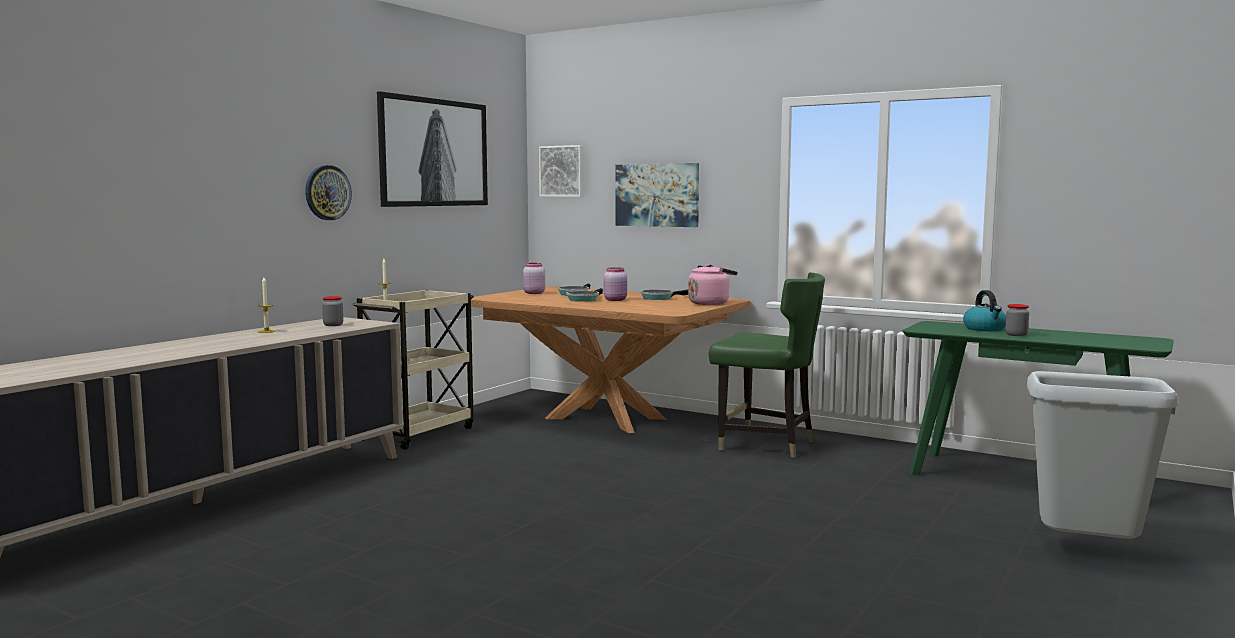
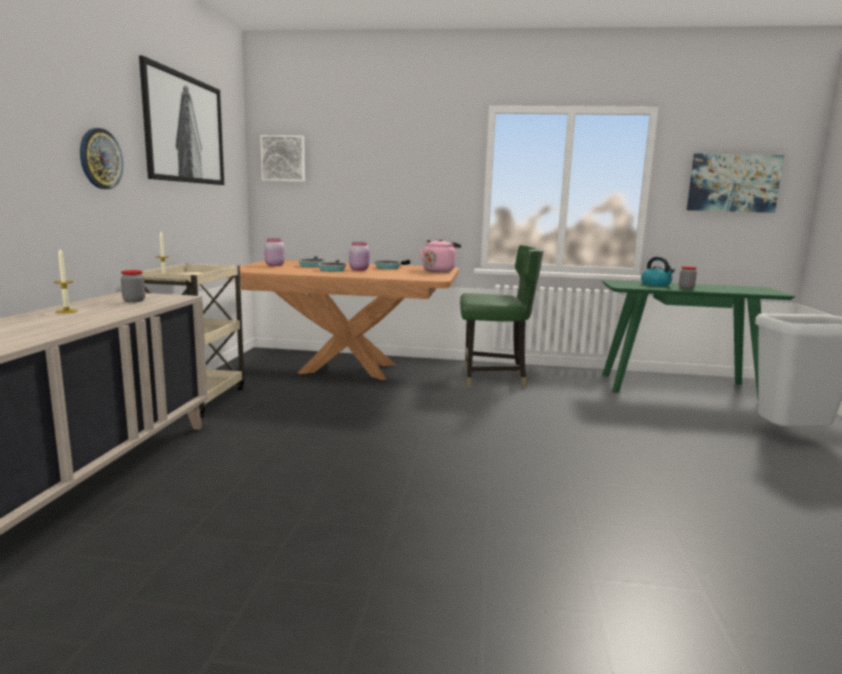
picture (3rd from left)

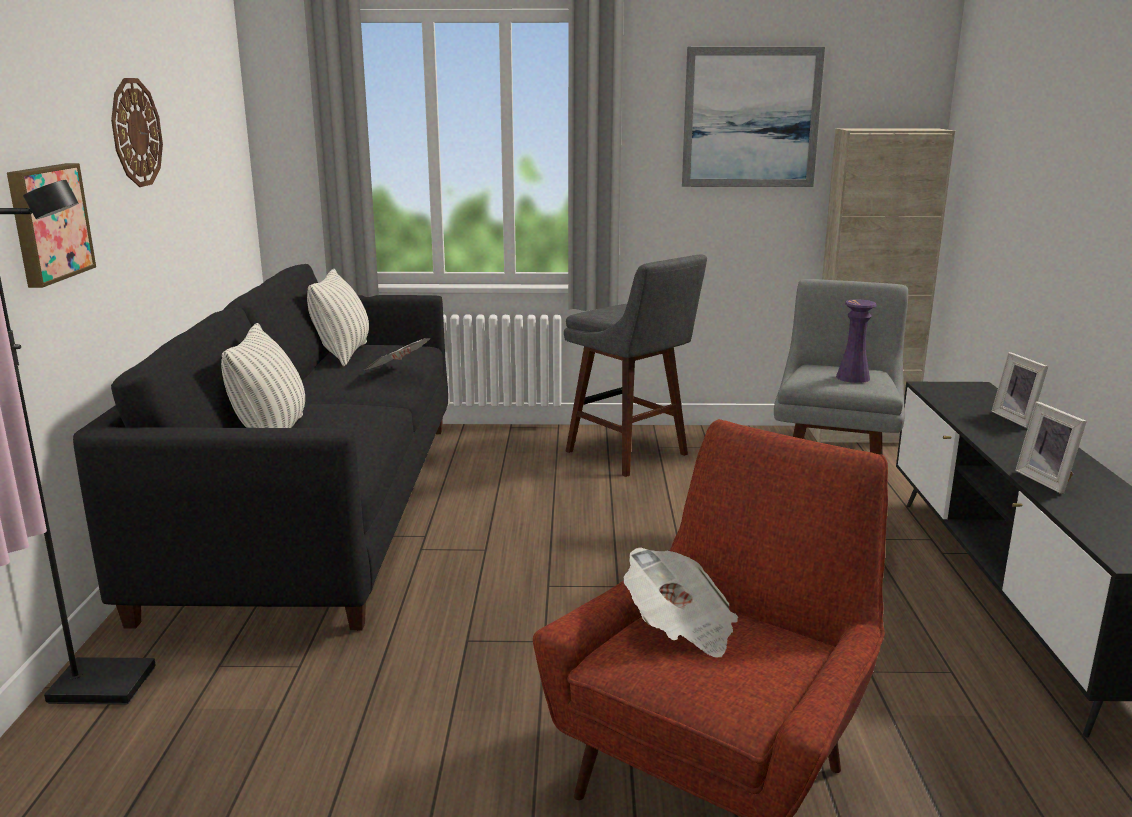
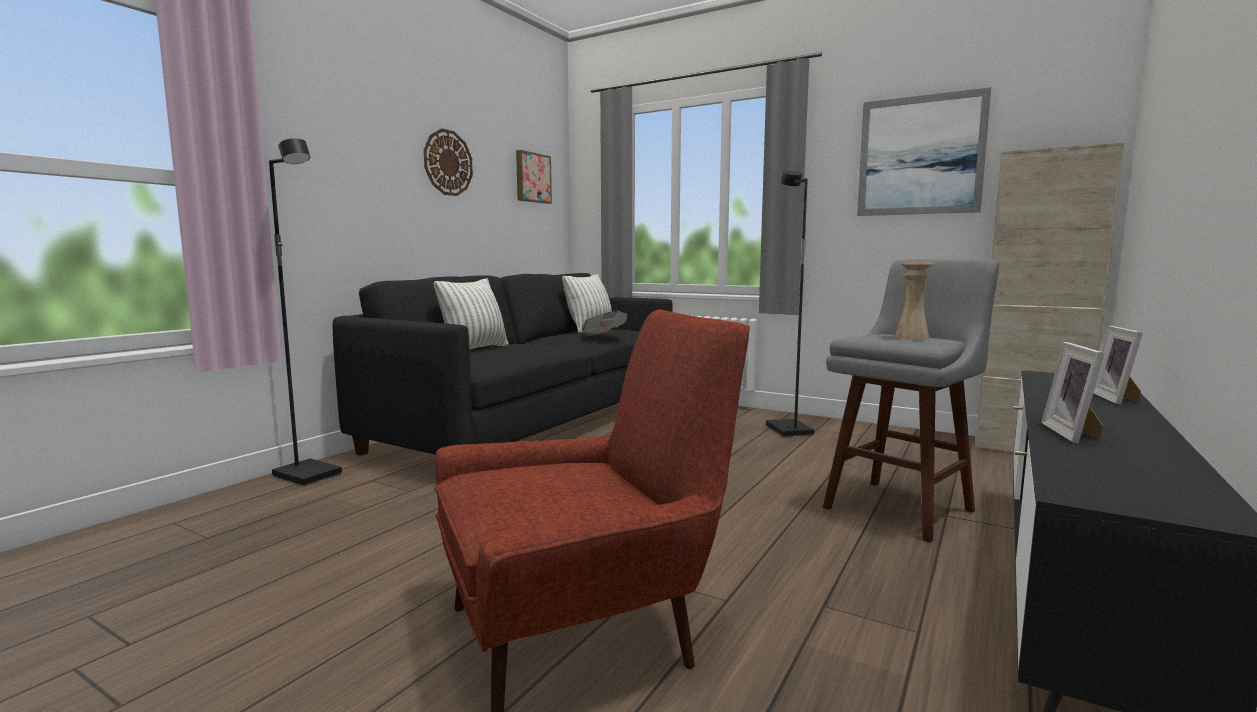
picture (1st from left)
floor lamp in black (2nd from left)
vase in beige
newspaper (2nd from left in the first image)

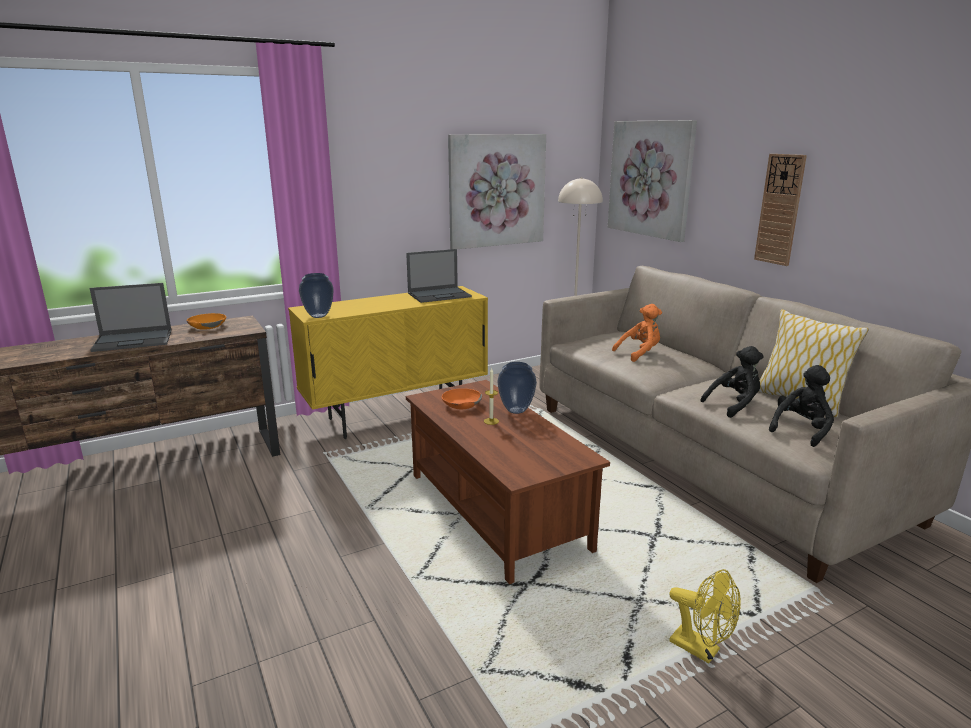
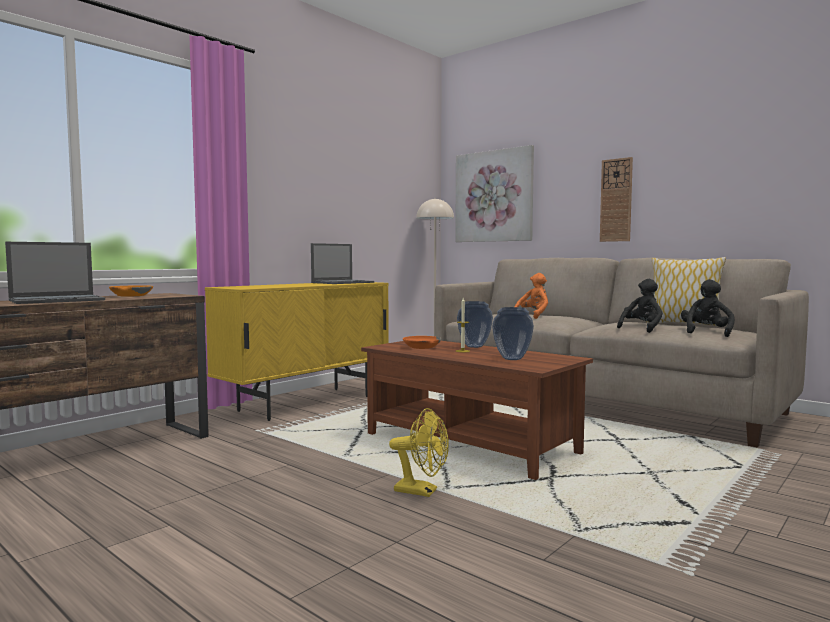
picture (1st from left in the first image)
vase (2nd from left)
fan in yellow

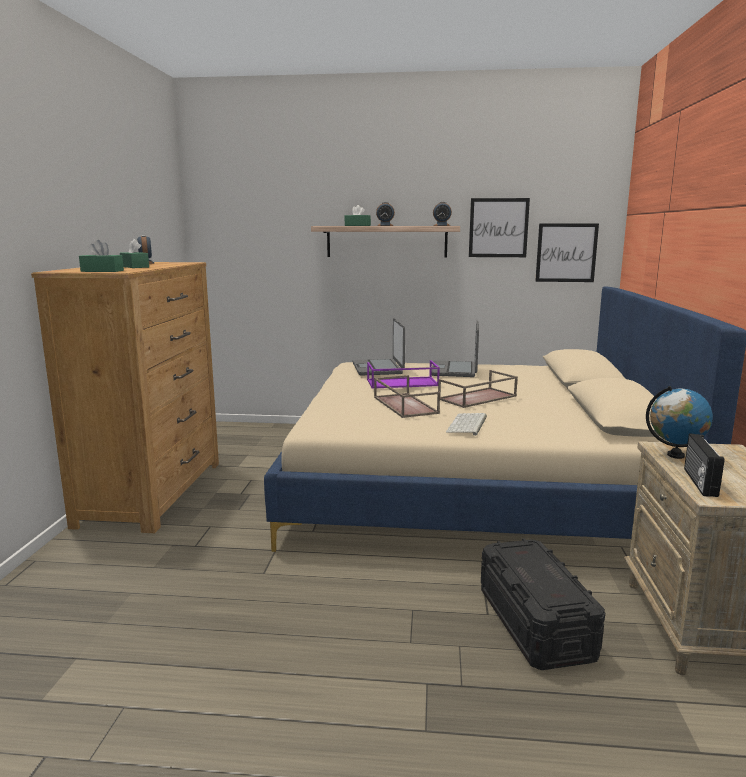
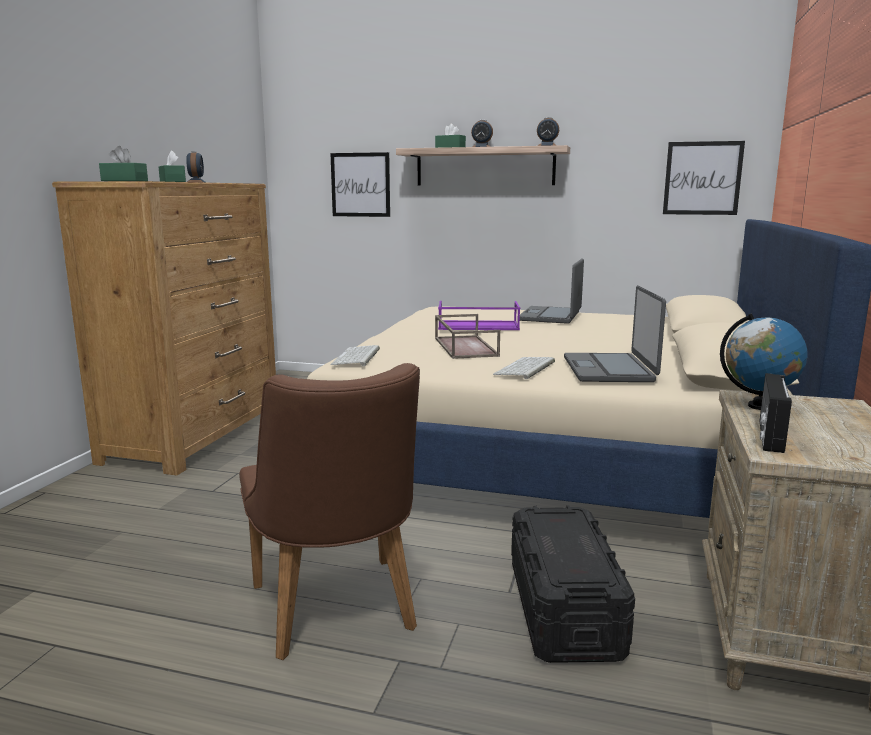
picture (1st from left)
laptop (2nd from left)
tray in brown (2nd from left in the first image)
keyboard (1st from left)
chair in brown

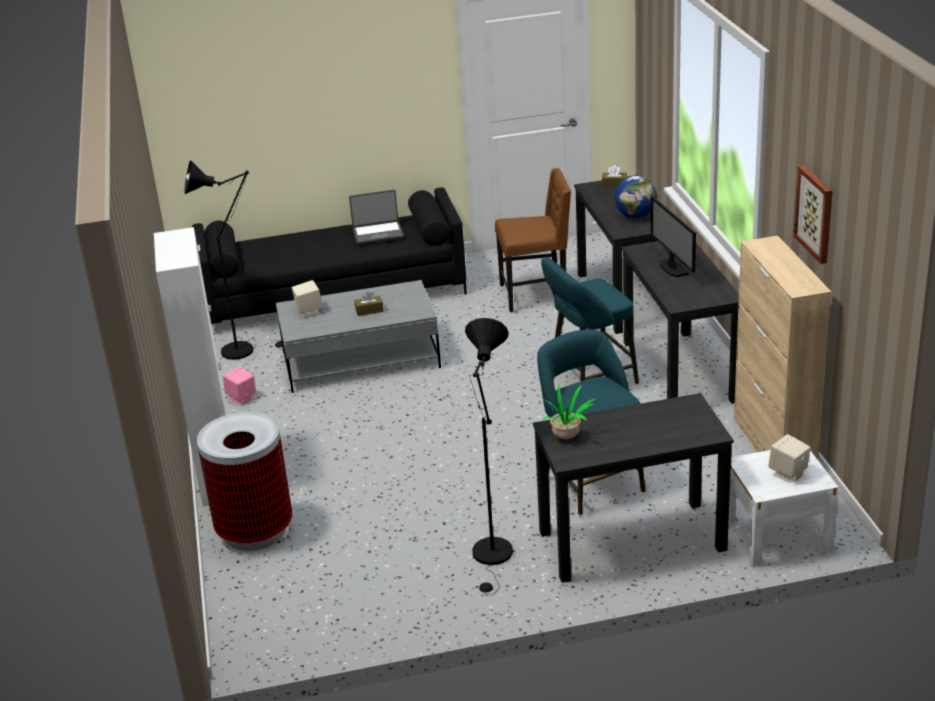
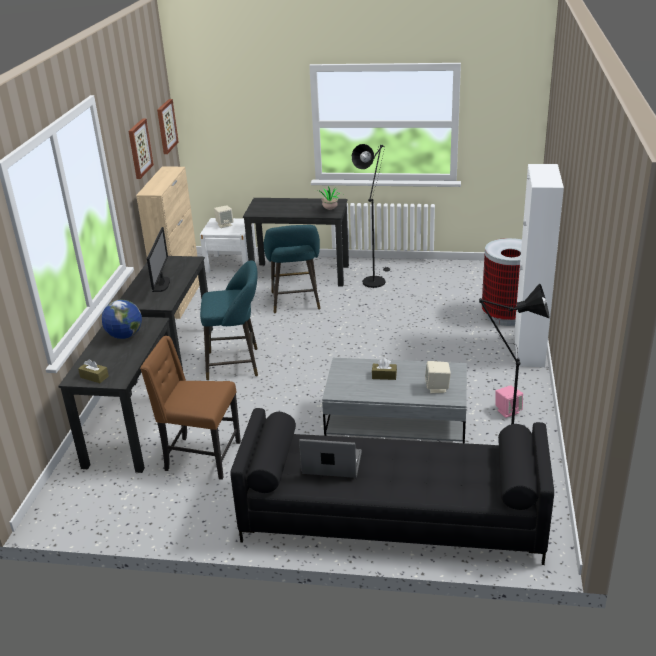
picture (2nd from left)

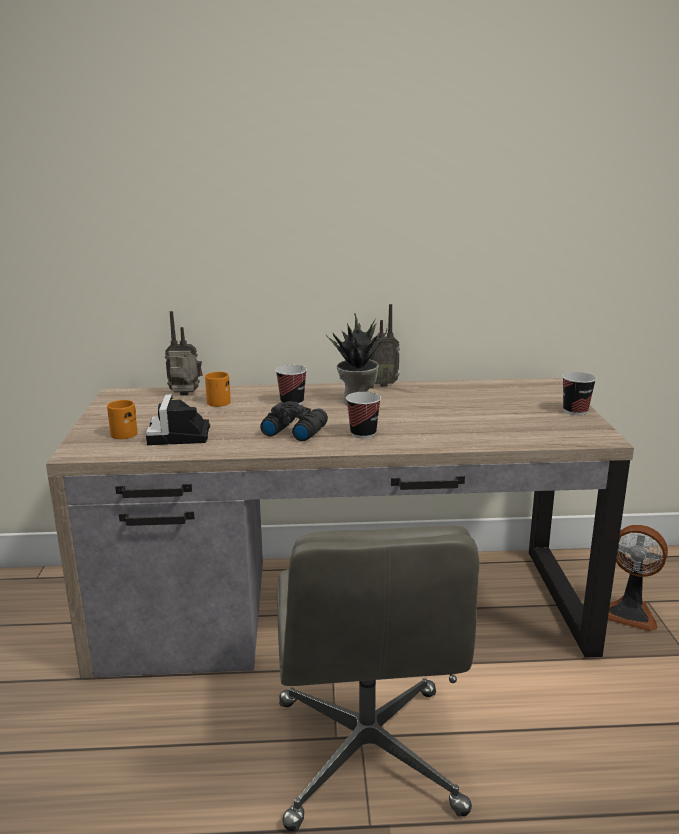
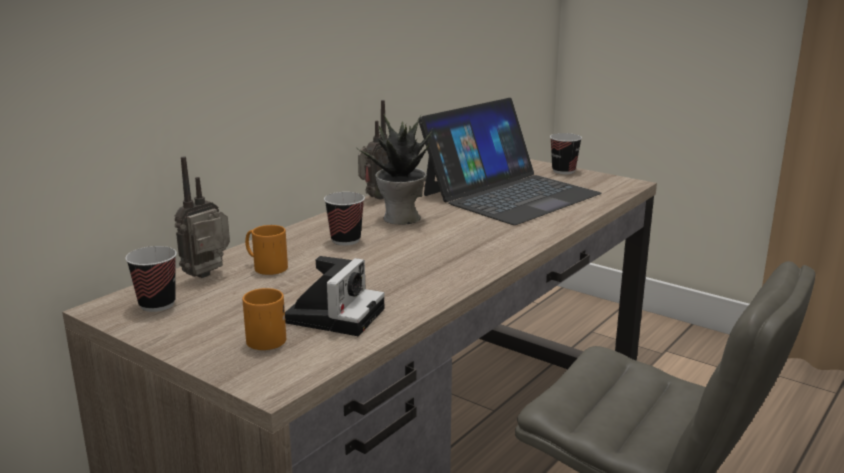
cup (1st from left)
photo camera
binoculars in black
fan
laptop

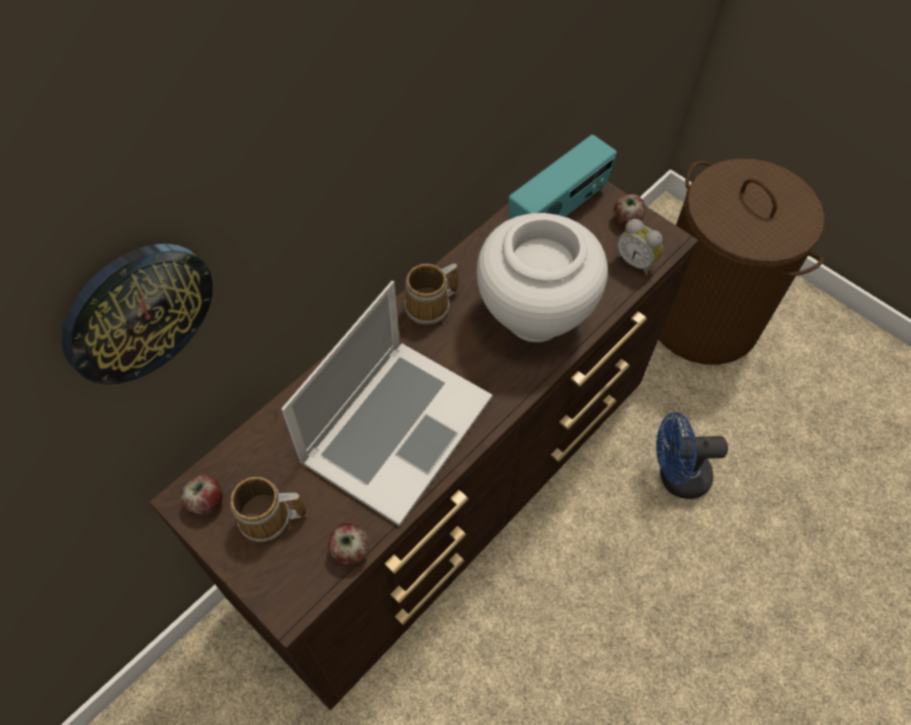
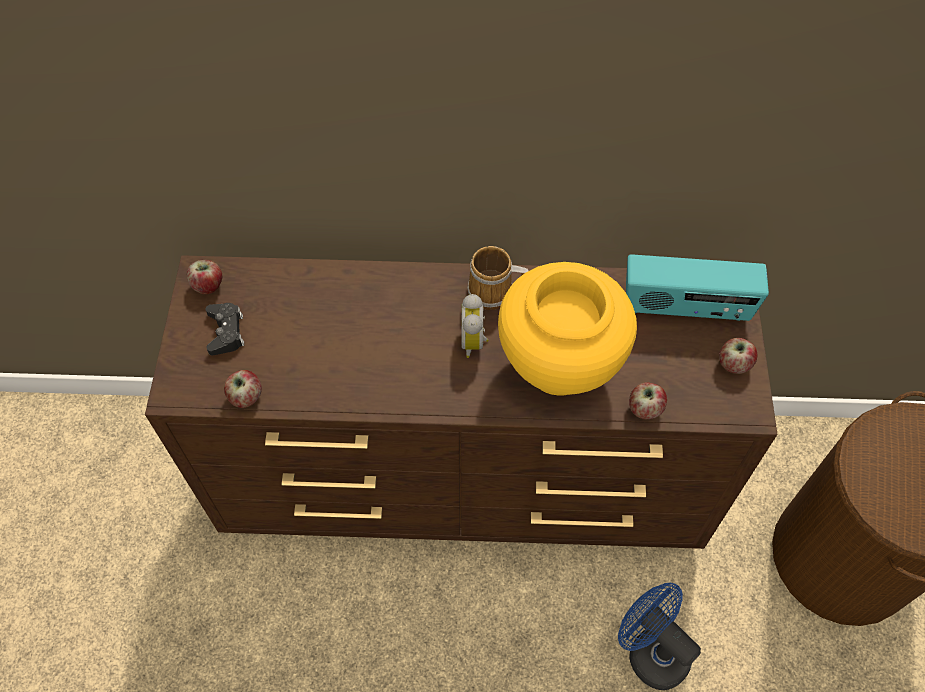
vase in yellow
alarm clock
wall clock
laptop
game controller in black
apple (3rd from left)

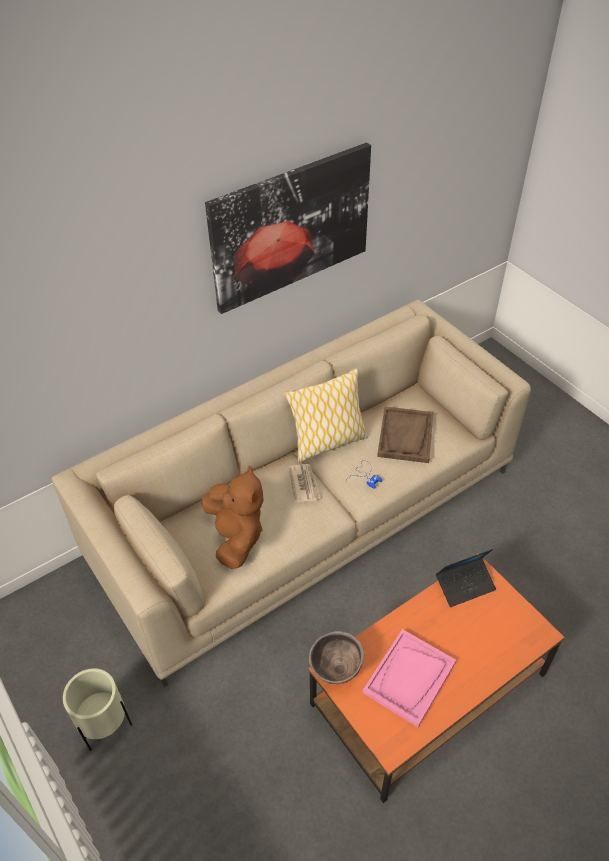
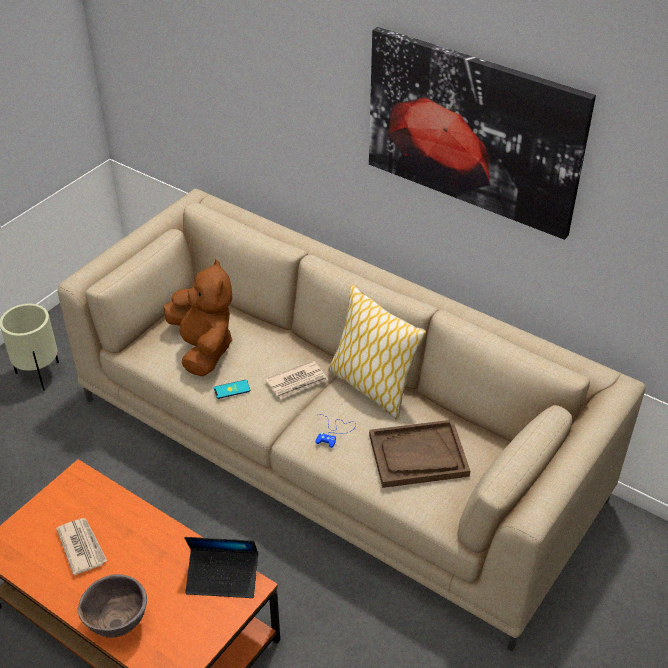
plush toy in brown
laptop
newspaper (1st from left)
bowl in brown
phone

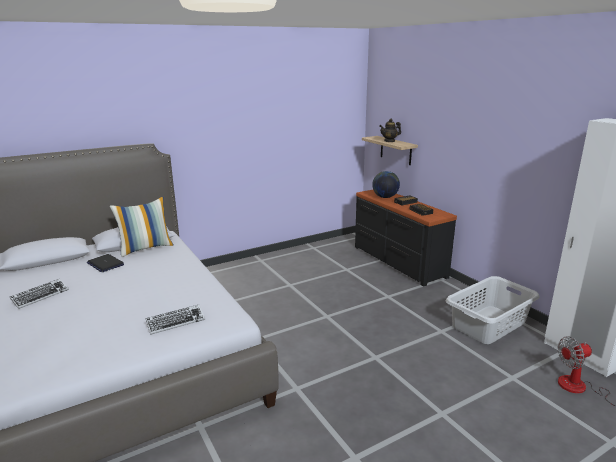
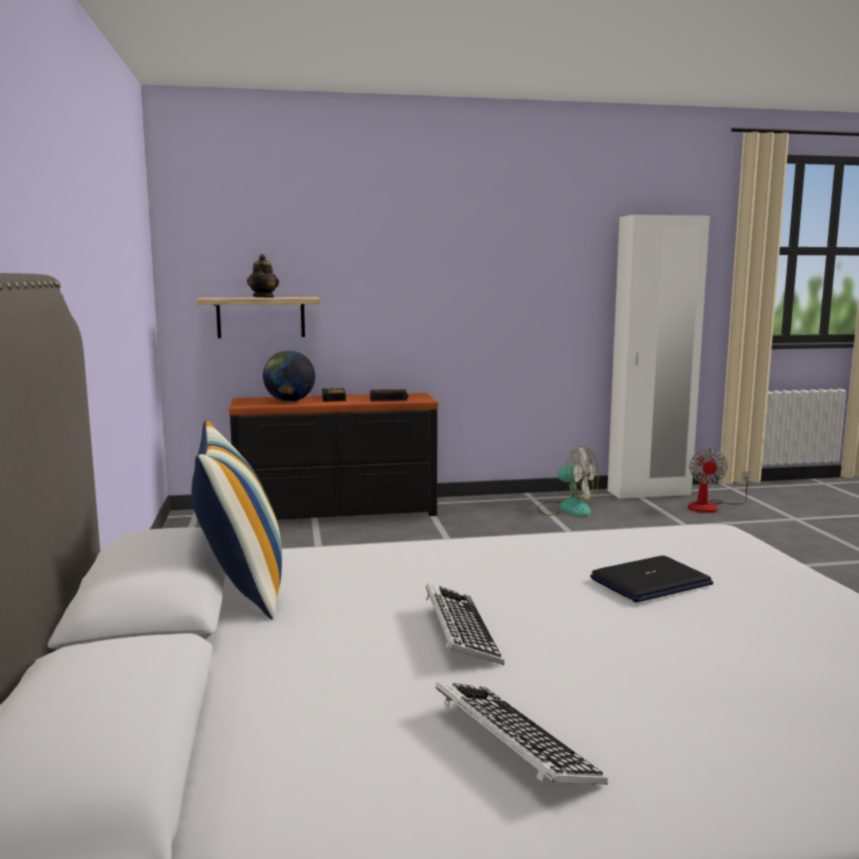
laptop
fan (1st from left)
keyboard (1st from left)

